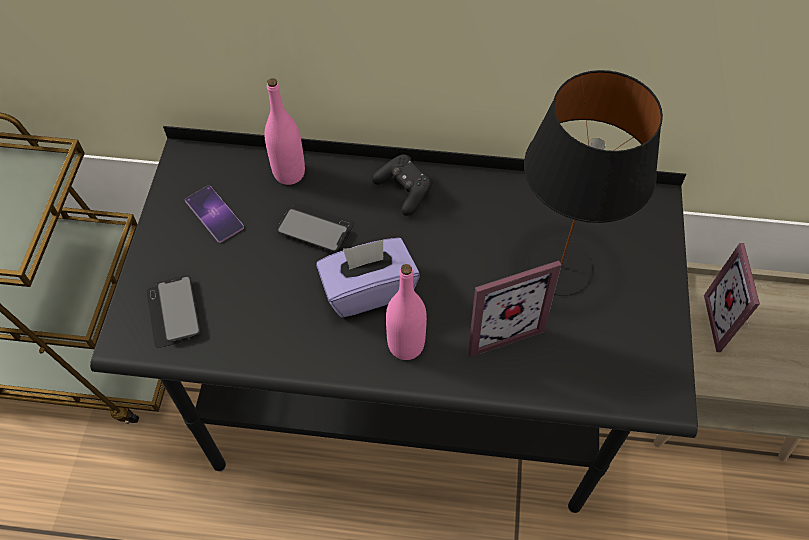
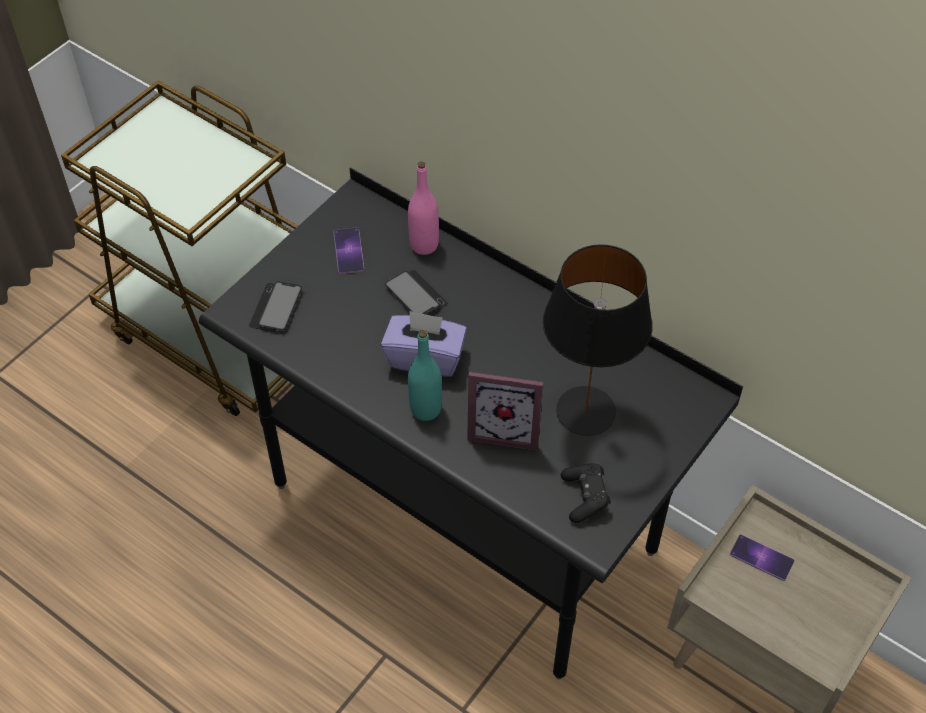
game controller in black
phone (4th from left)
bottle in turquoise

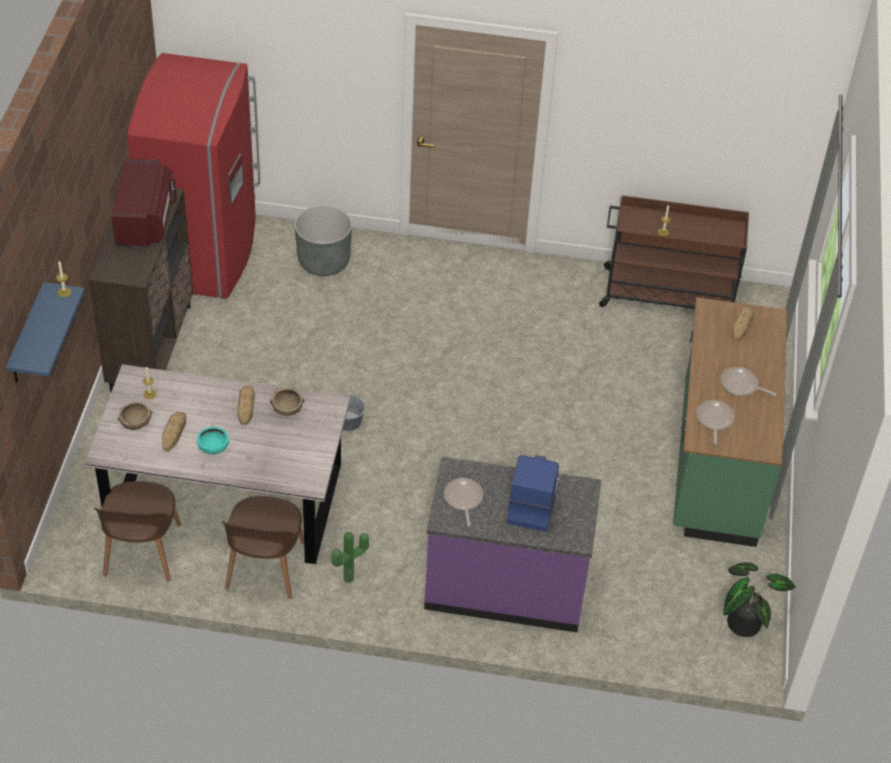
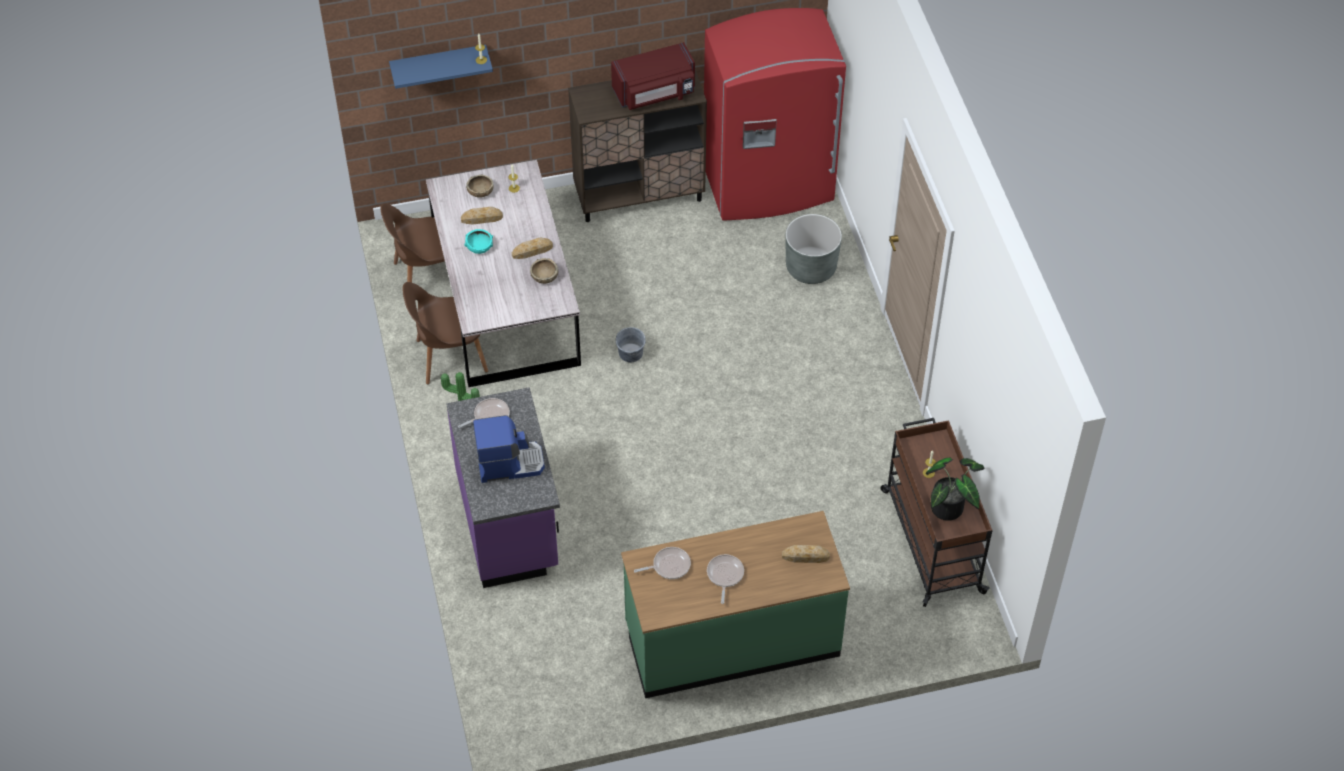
potted plant (2nd from left)

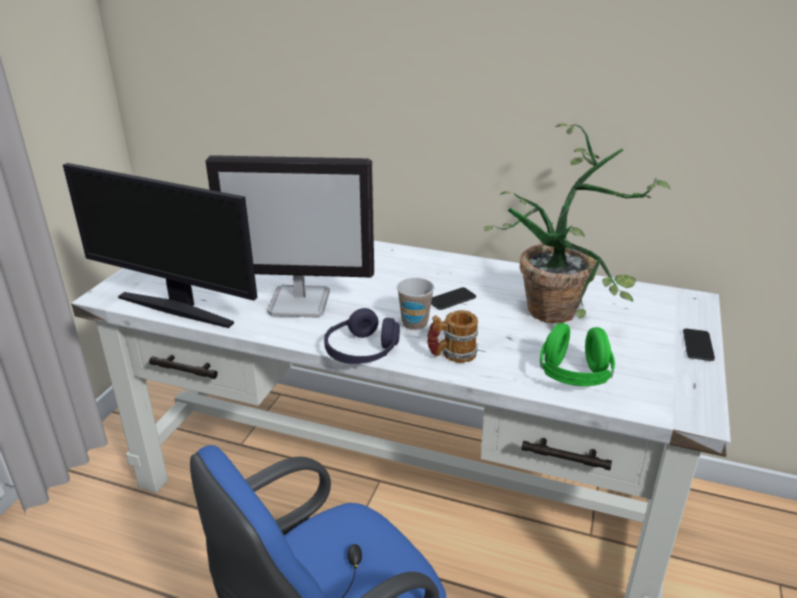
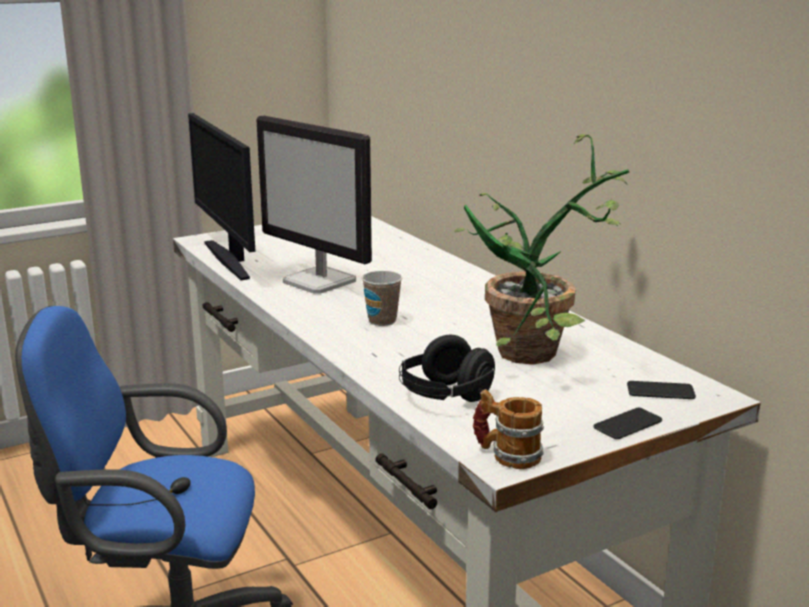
phone (2nd from left)
headphones in purple
mug
headphones in black

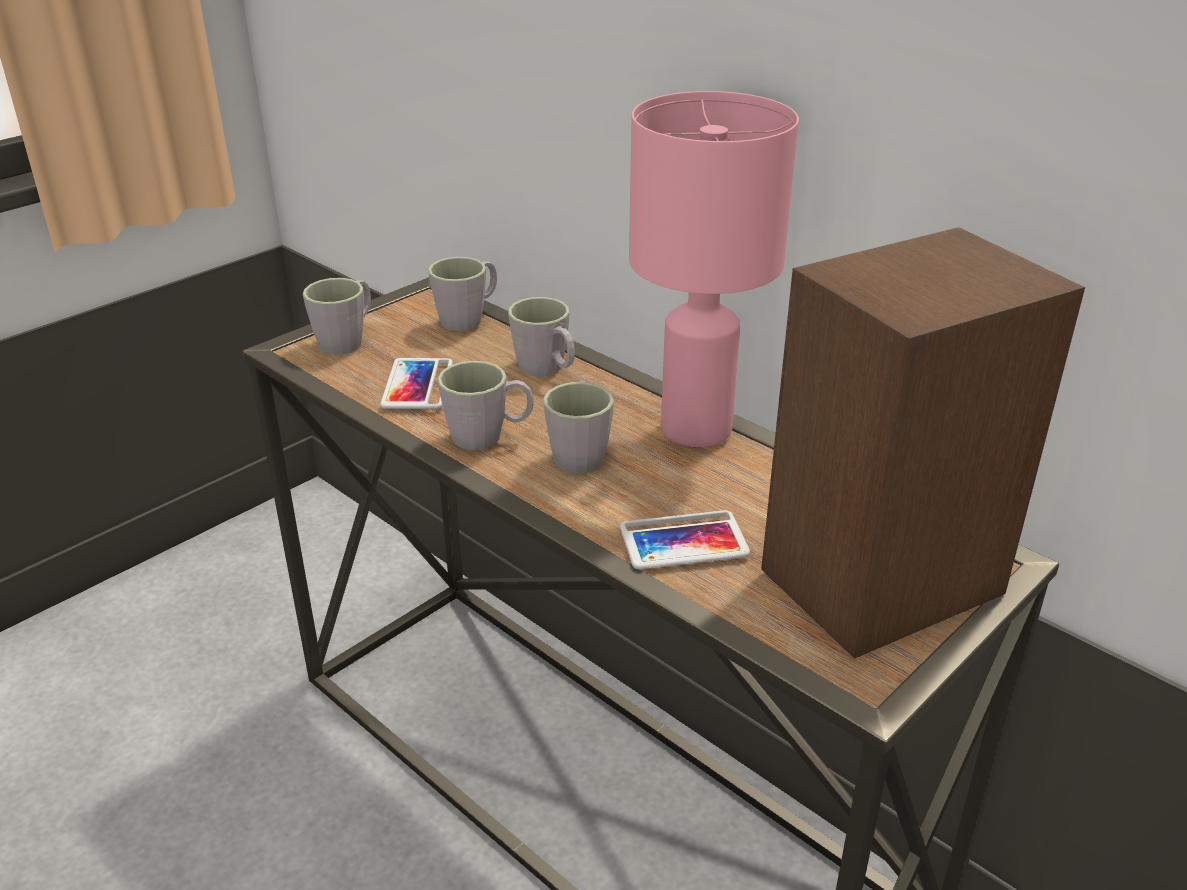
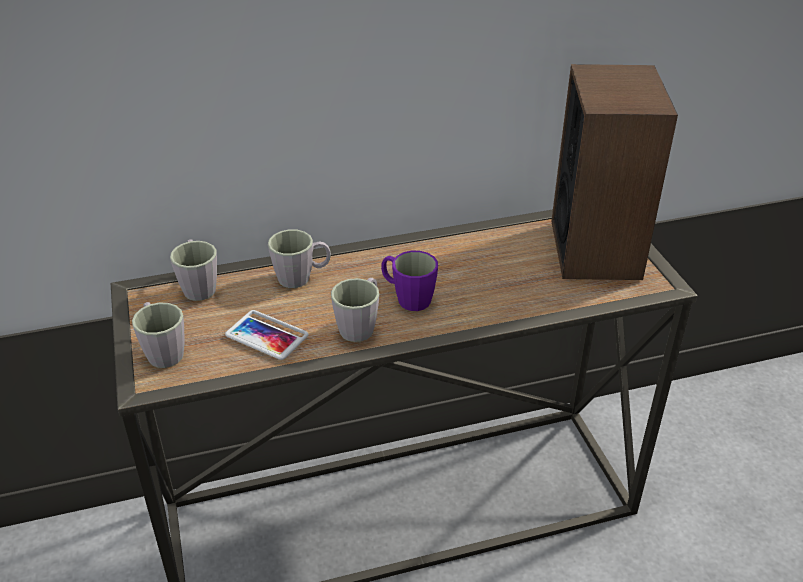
table lamp in pink
mug in purple
phone (2nd from left in the first image)

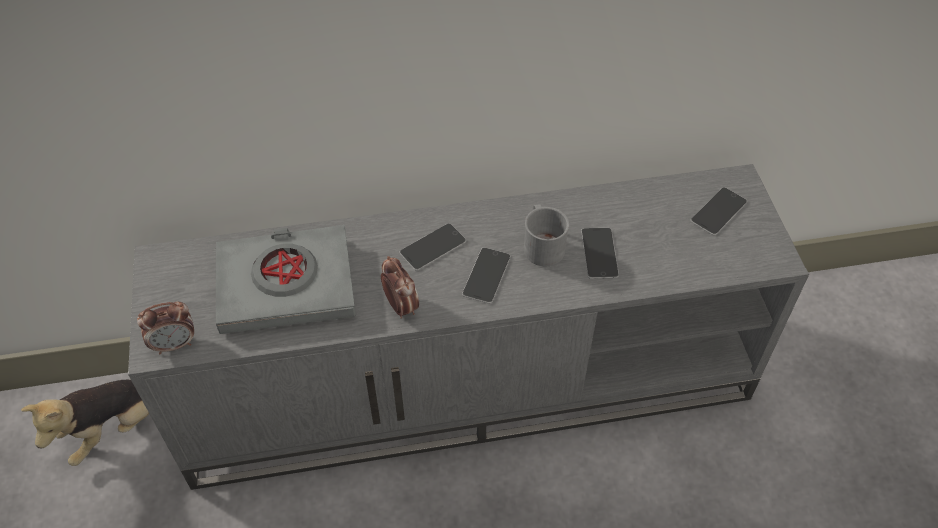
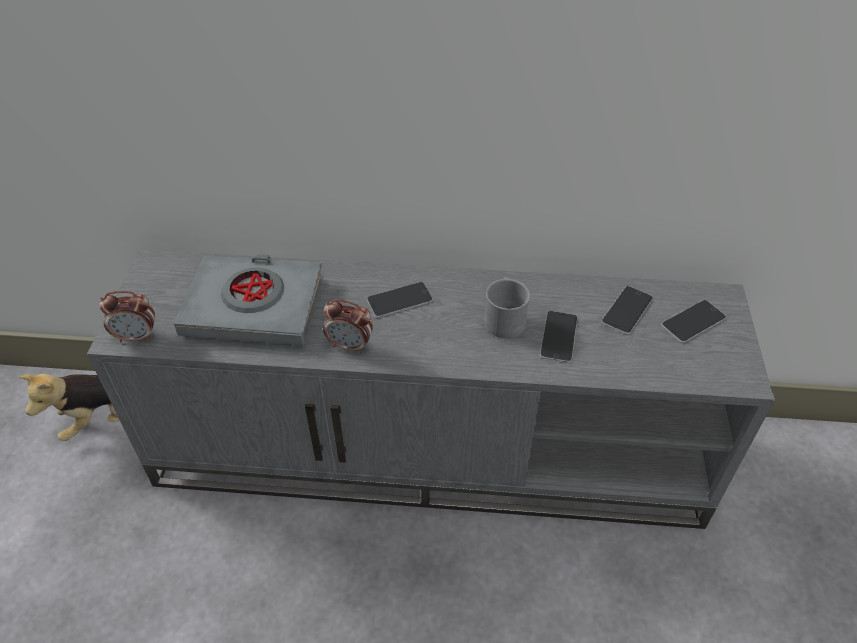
phone (3rd from left)
alarm clock (2nd from left)

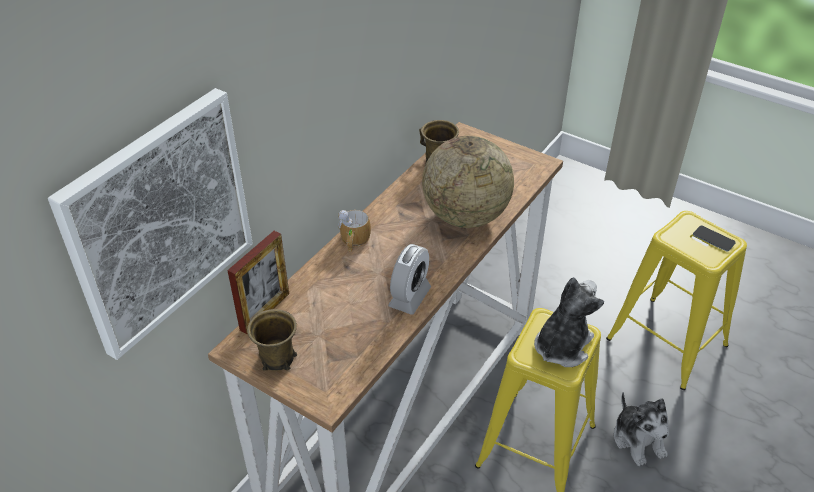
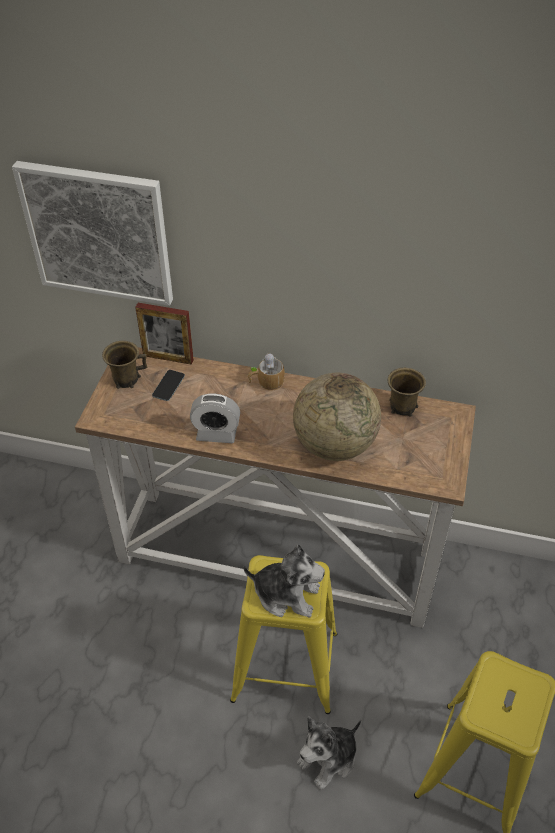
phone

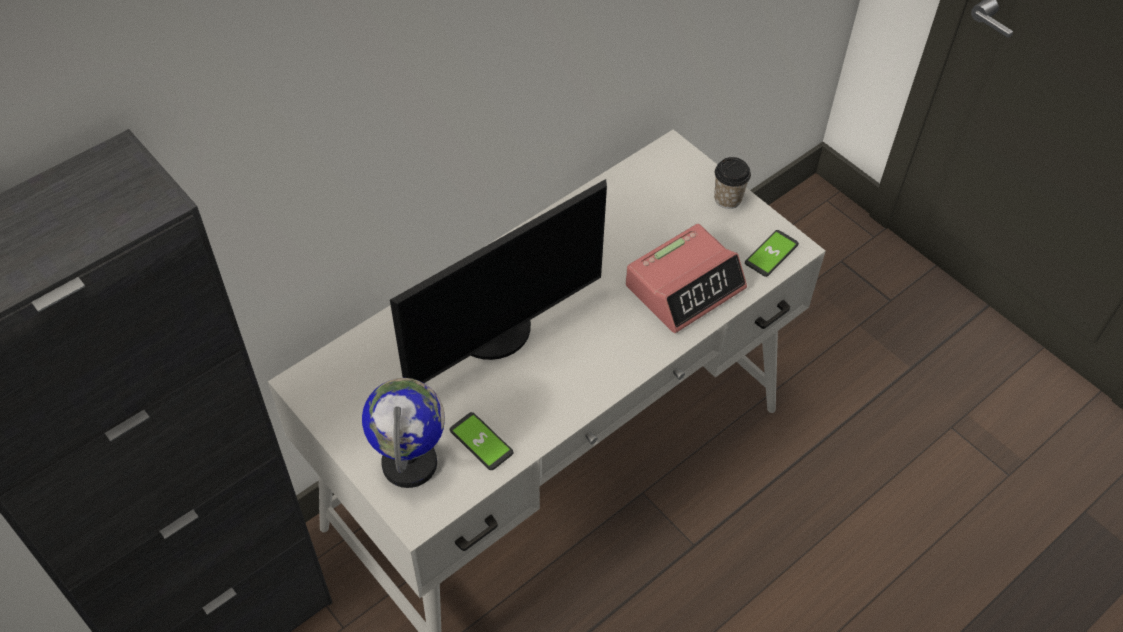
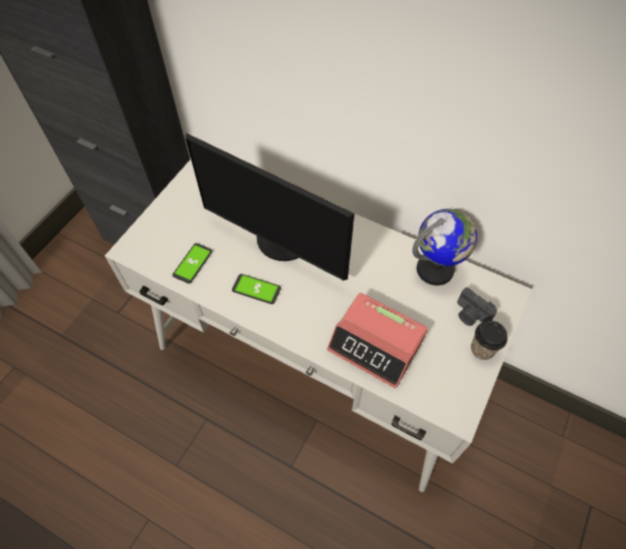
phone (2nd from left)
globe
photo camera

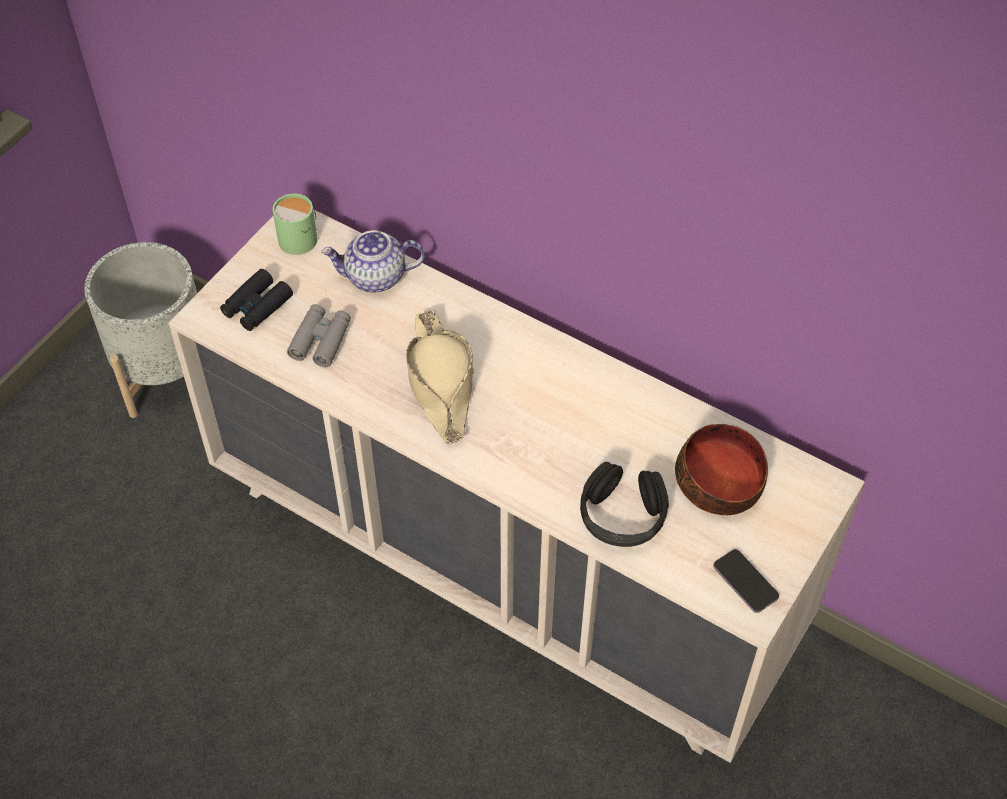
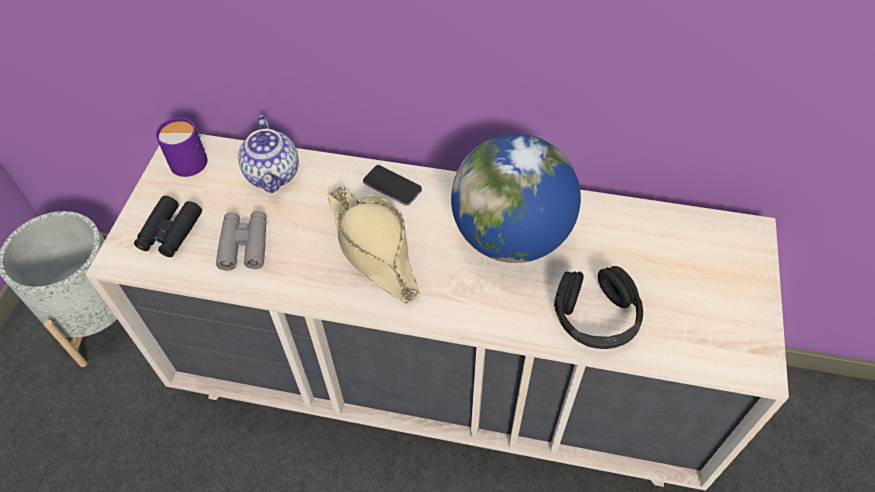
mug in purple
teapot
bowl
phone
globe

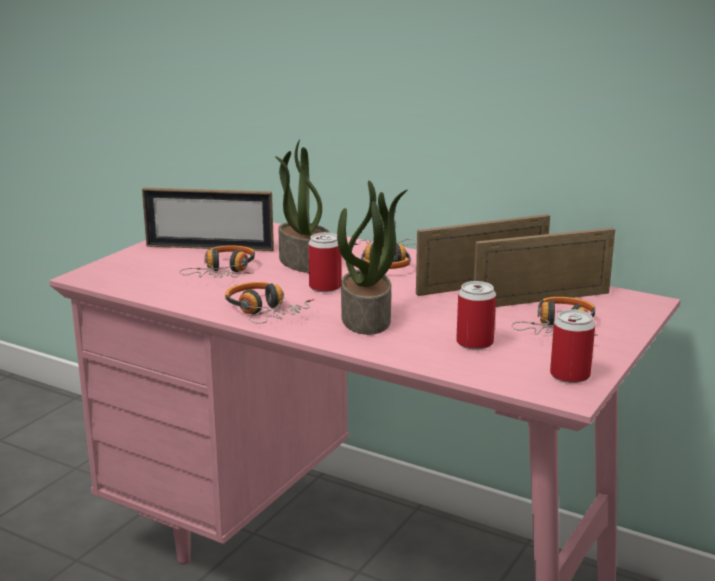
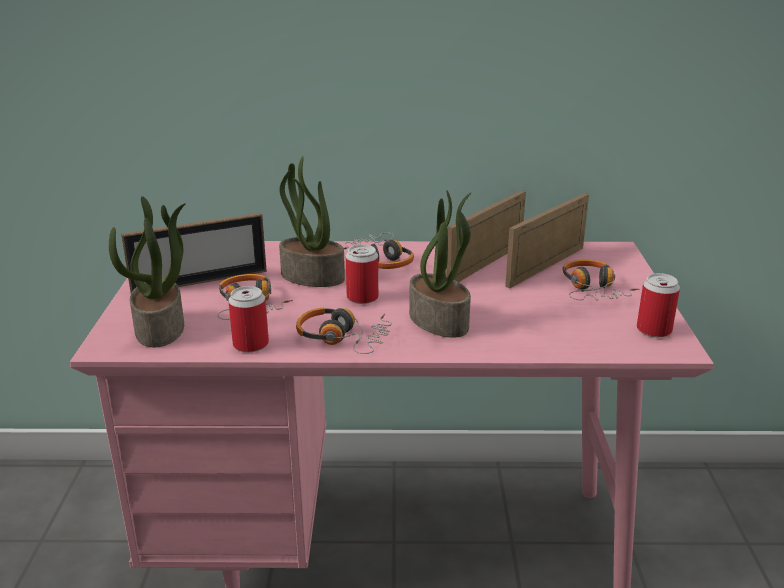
can (1st from left)
potted plant (1st from left)

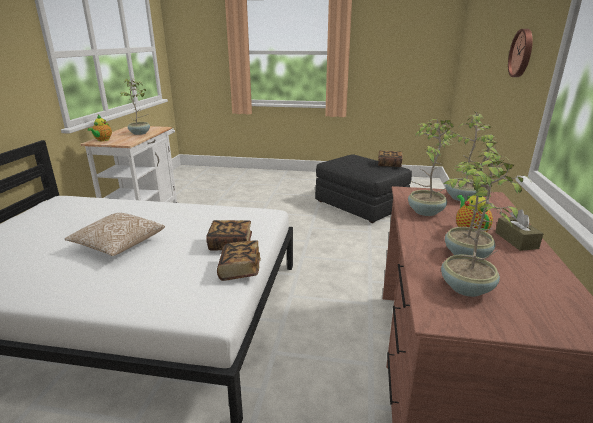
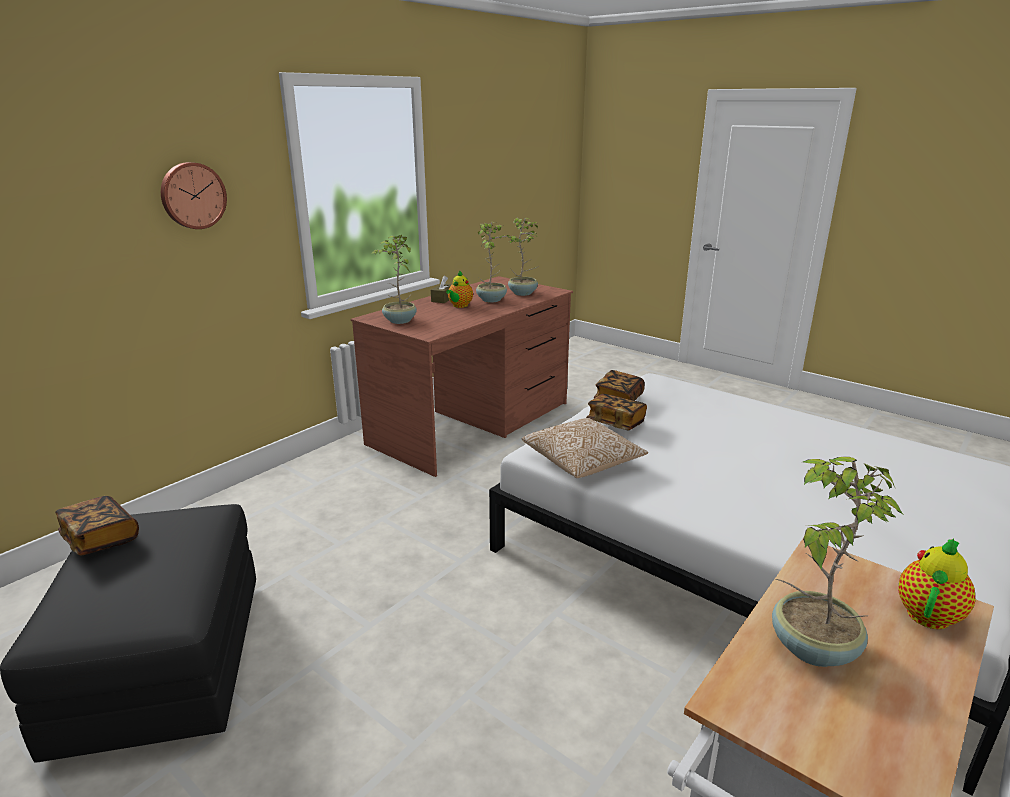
potted plant (2nd from left in the first image)
pillow

